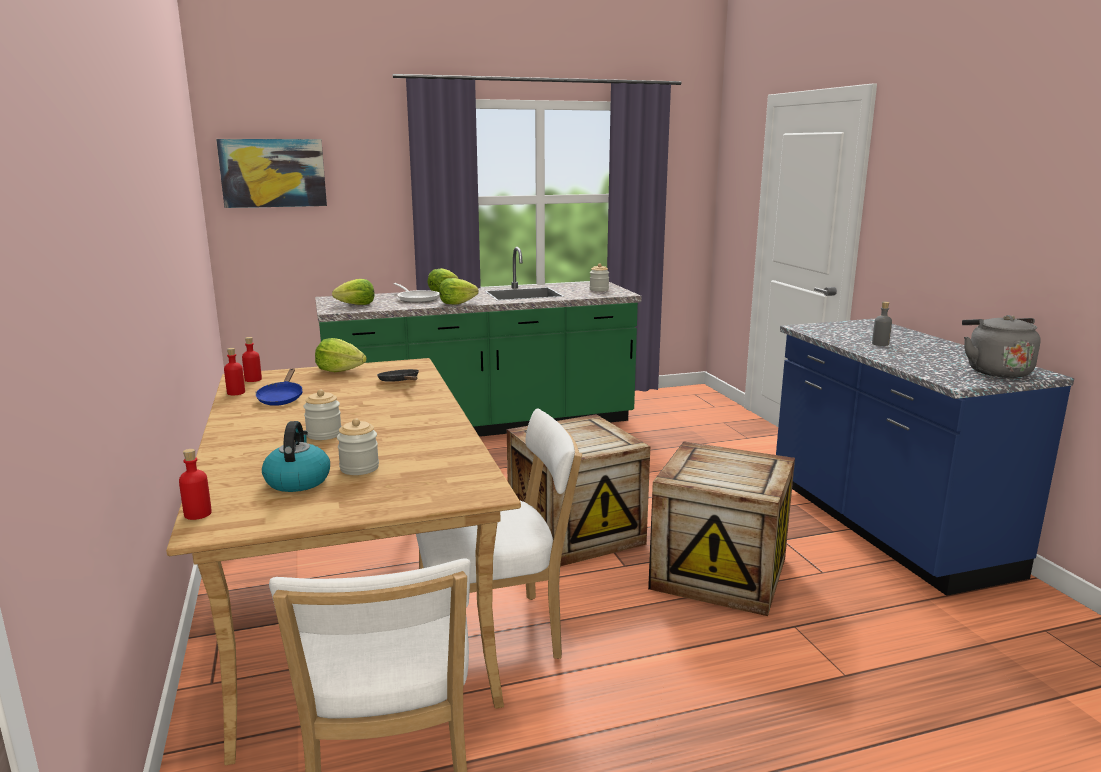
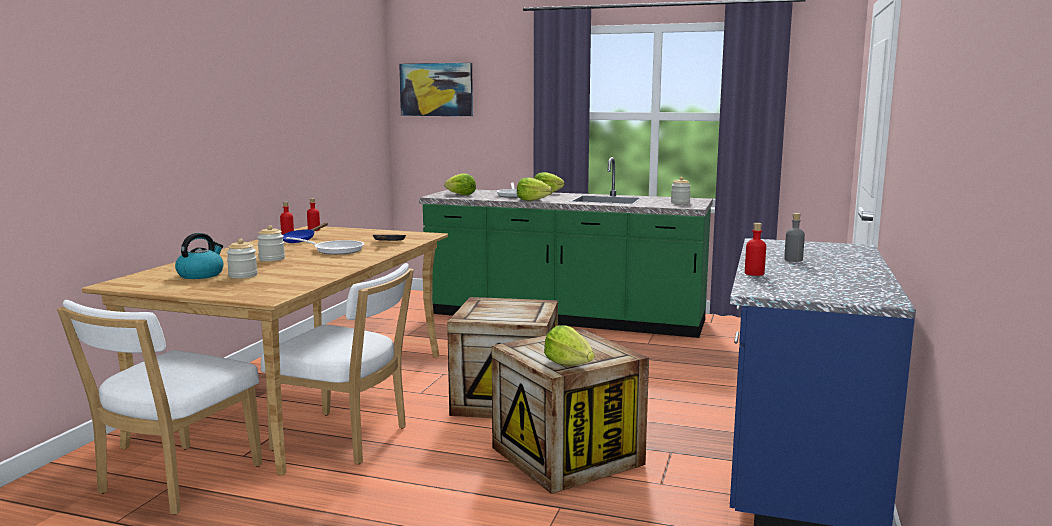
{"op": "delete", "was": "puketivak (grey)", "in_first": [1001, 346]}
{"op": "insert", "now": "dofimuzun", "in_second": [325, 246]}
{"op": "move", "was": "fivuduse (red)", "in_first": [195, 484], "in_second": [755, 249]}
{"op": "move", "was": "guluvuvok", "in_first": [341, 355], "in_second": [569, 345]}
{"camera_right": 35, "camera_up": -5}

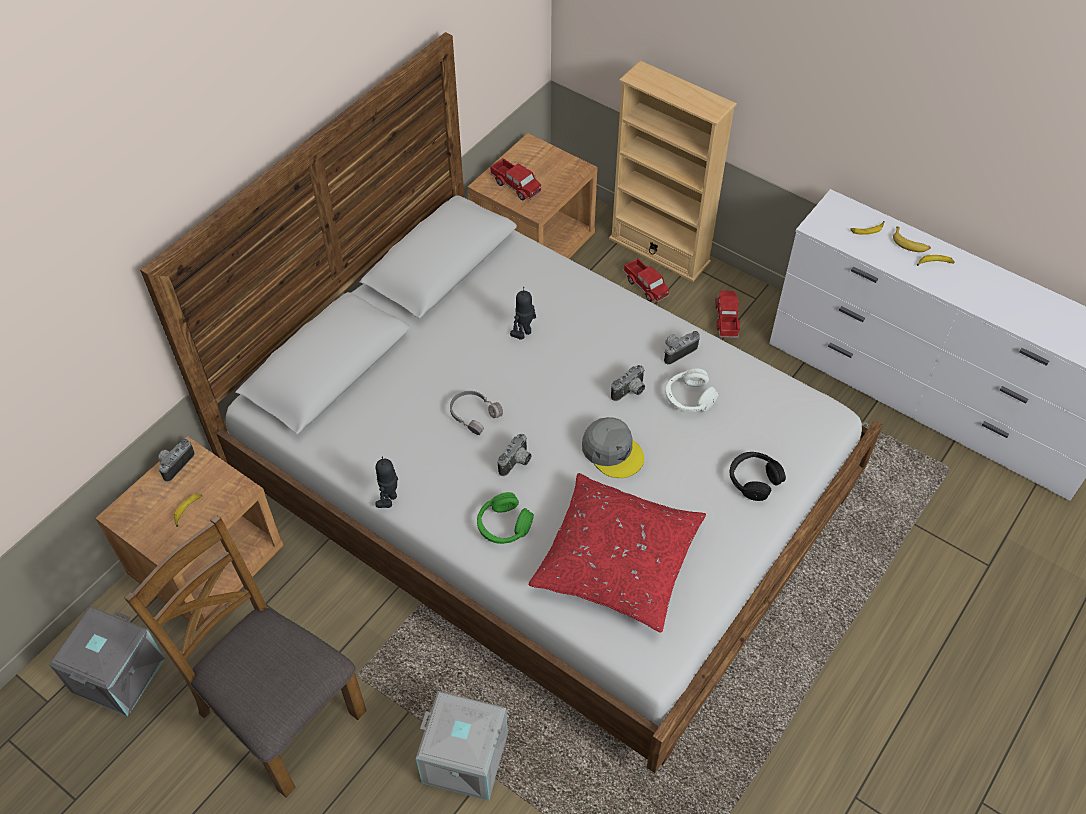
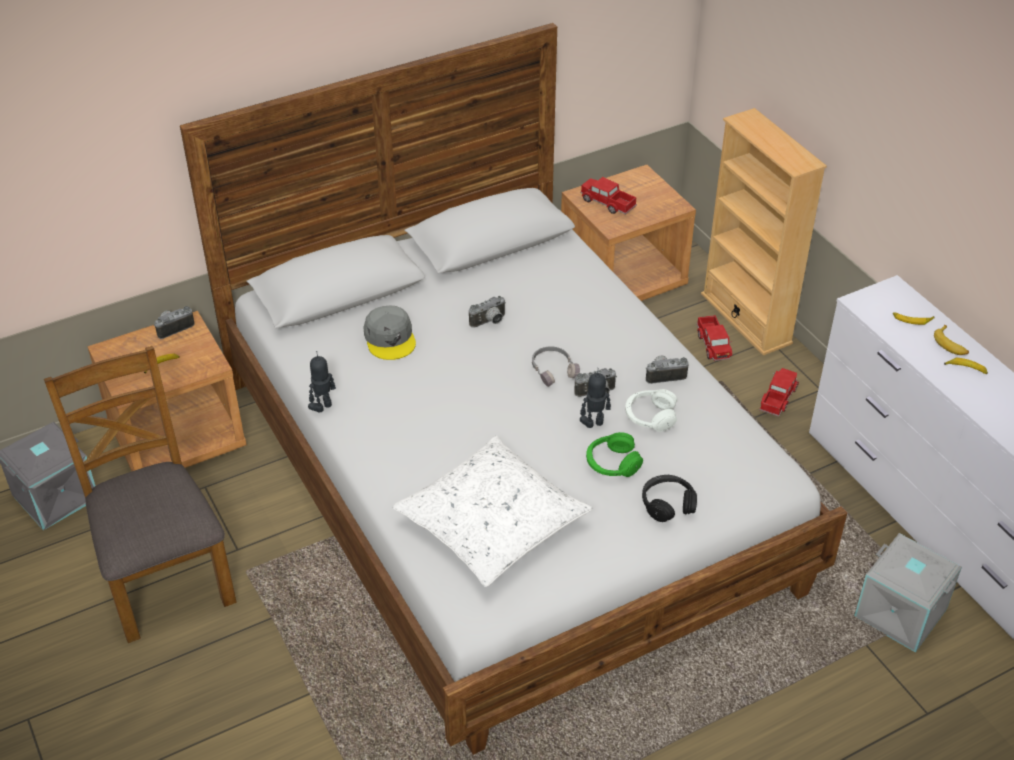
{"op": "move", "was": "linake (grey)", "in_first": [462, 746], "in_second": [908, 593]}
{"op": "move", "was": "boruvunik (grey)", "in_first": [476, 413], "in_second": [556, 366]}
{"op": "move", "was": "boruvunik (green)", "in_first": [505, 518], "in_second": [614, 454]}
{"op": "move", "was": "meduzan", "in_first": [514, 455], "in_second": [487, 312]}
{"op": "move", "was": "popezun", "in_first": [523, 313], "in_second": [595, 398]}
{"op": "move", "was": "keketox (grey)", "in_first": [613, 447], "in_second": [389, 333]}
{"op": "recolor", "was": "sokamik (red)", "now": "sokamik (white)", "in_first": [617, 553], "in_second": [492, 511]}
{"op": "rotate", "was": "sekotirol", "in_first": [516, 179], "in_second": [608, 196], "clockwise": 150}
{"camera_right": 25, "camera_up": -10}

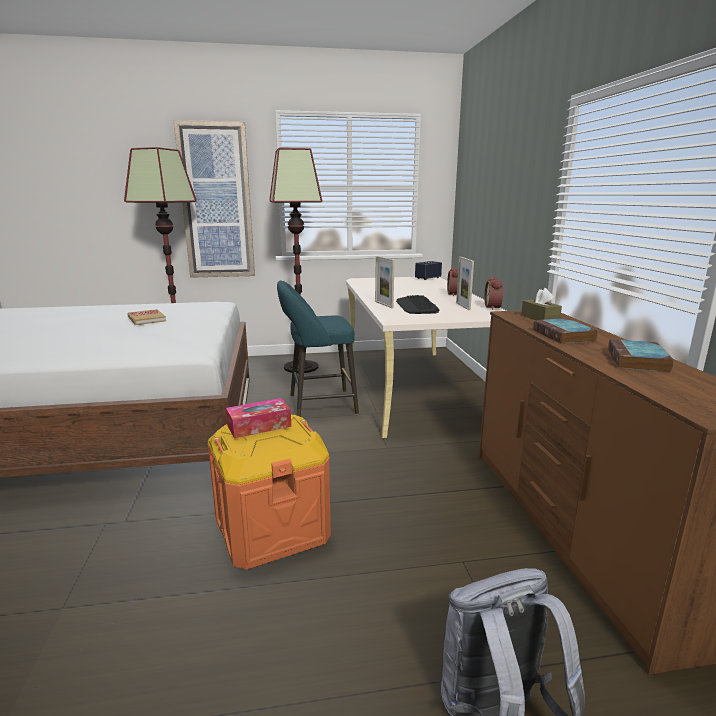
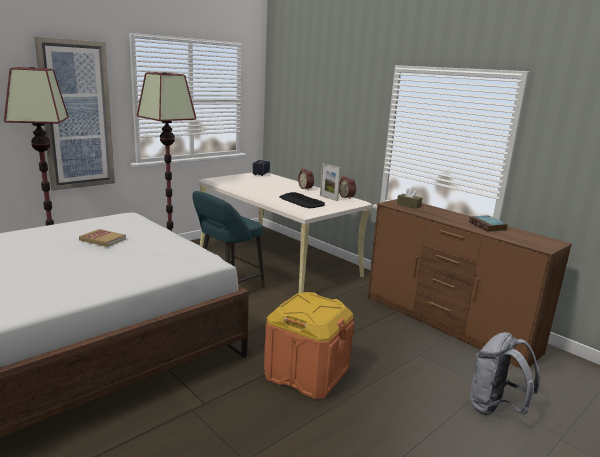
{"op": "delete", "was": "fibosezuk", "in_first": [258, 418]}
{"op": "delete", "was": "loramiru", "in_first": [385, 282]}
{"op": "delete", "was": "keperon", "in_first": [565, 331]}
{"camera_right": -35, "camera_up": 0}

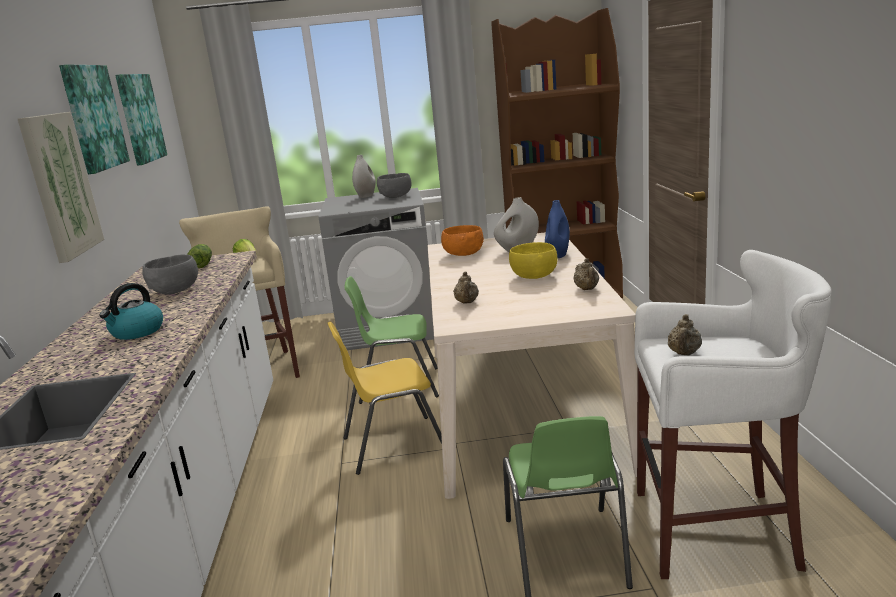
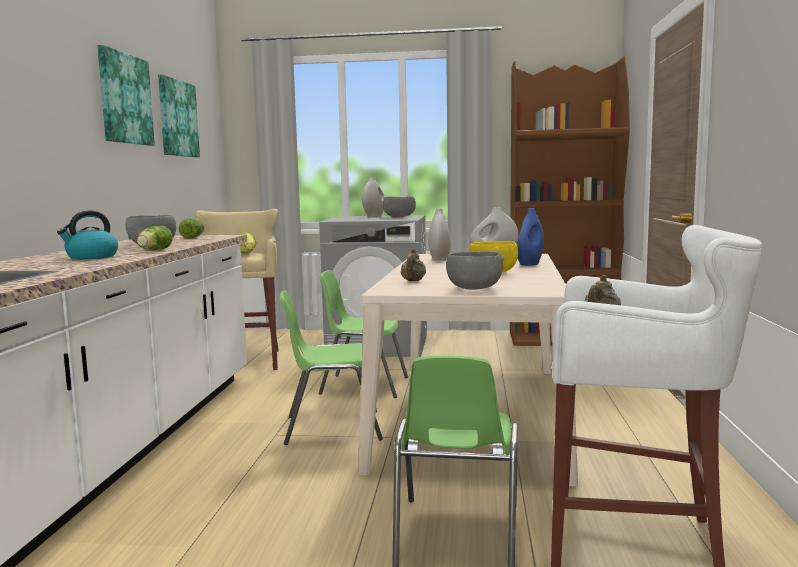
{"op": "delete", "was": "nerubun", "in_first": [61, 187]}
{"op": "delete", "was": "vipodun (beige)", "in_first": [586, 274]}
{"op": "insert", "now": "guluvuvok", "in_second": [155, 238]}
{"op": "insert", "now": "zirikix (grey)", "in_second": [475, 270]}
{"op": "replace", "was": "zirikix (orange)", "now": "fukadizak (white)", "in_first": [462, 240], "in_second": [439, 234]}
{"op": "recolor", "was": "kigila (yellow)", "now": "kigila (green)", "in_first": [384, 398], "in_second": [331, 368]}
{"camera_right": 10, "camera_up": -10}

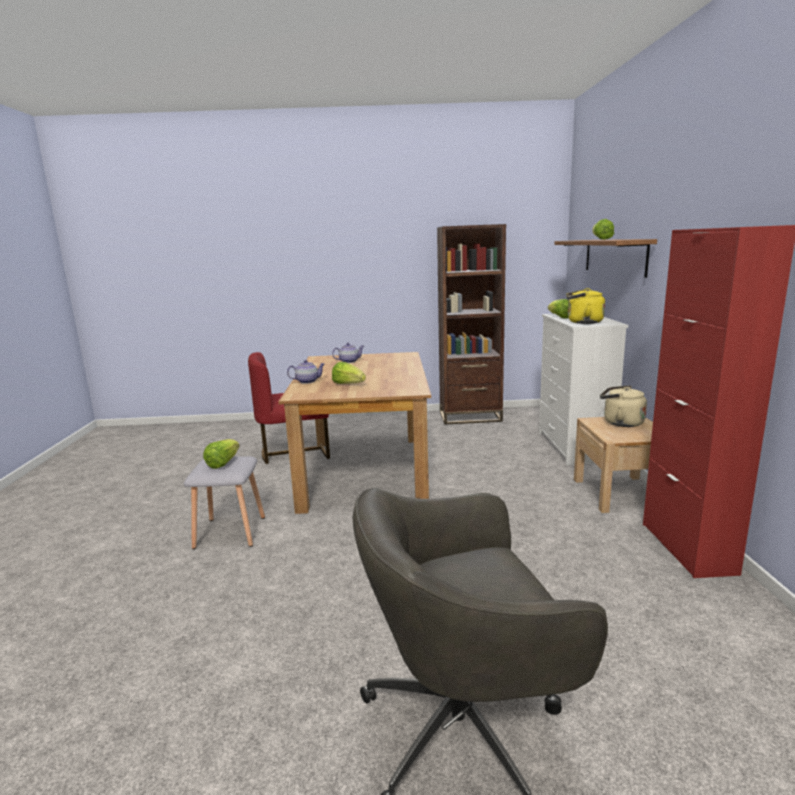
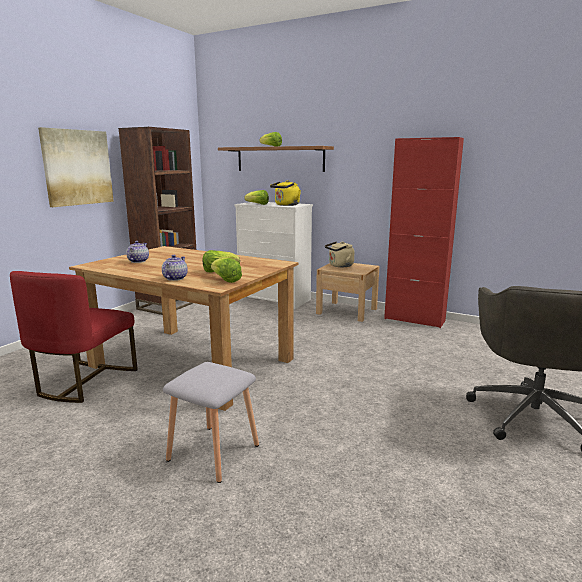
{"op": "insert", "now": "nerubun", "in_second": [76, 167]}
{"op": "move", "was": "guluvuvok", "in_first": [221, 454], "in_second": [226, 270]}
{"camera_right": -60, "camera_up": 0}

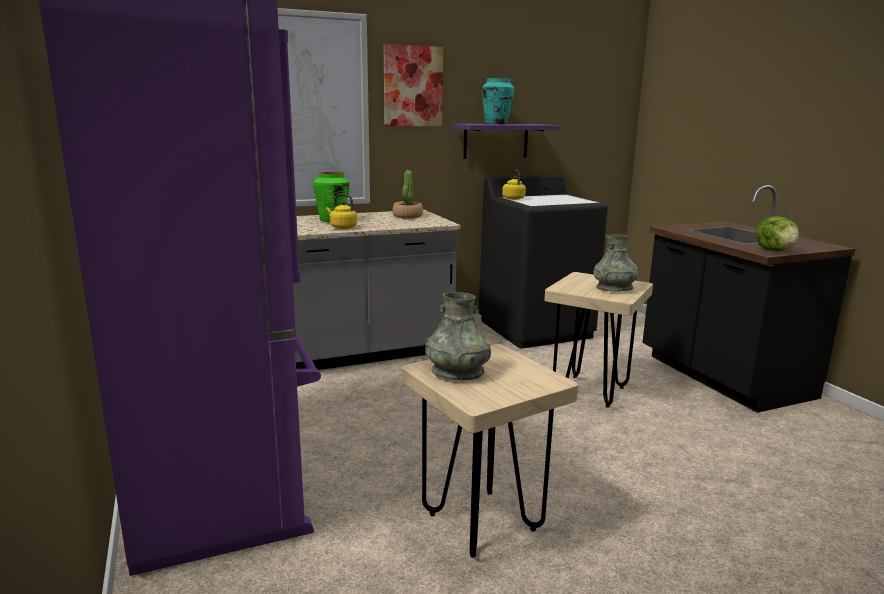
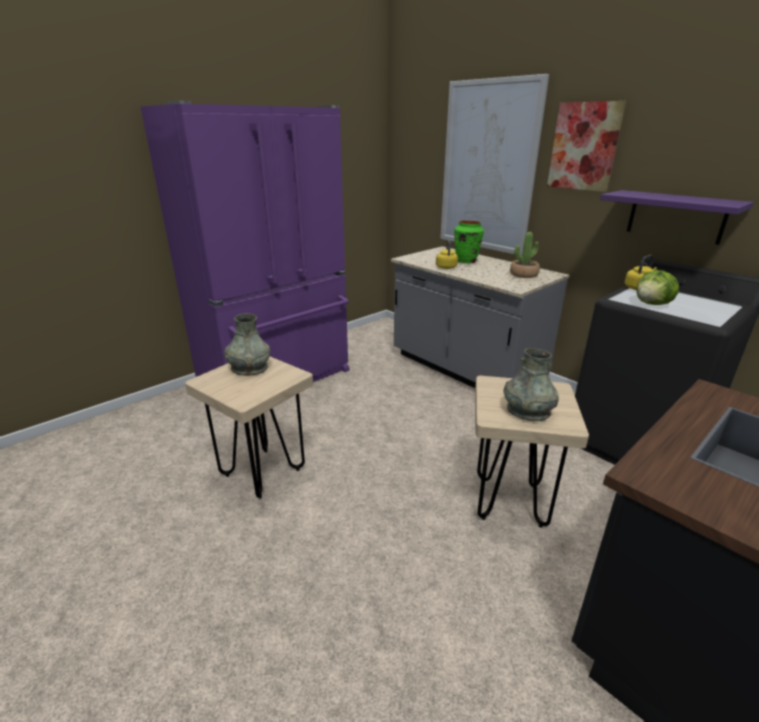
{"op": "delete", "was": "fukadizak (turquoise)", "in_first": [498, 101]}
{"op": "move", "was": "guluvuvok", "in_first": [777, 233], "in_second": [657, 287]}
{"camera_right": 70, "camera_up": 10}

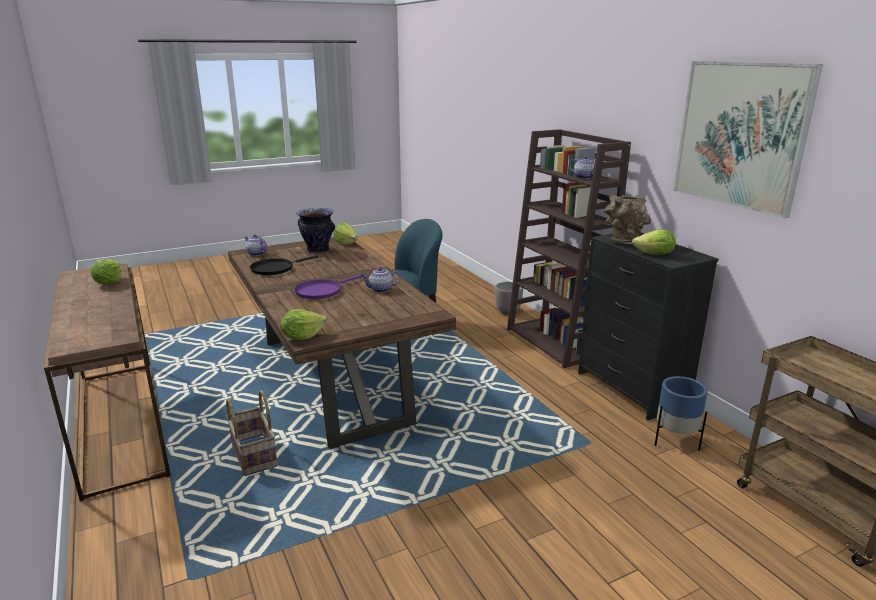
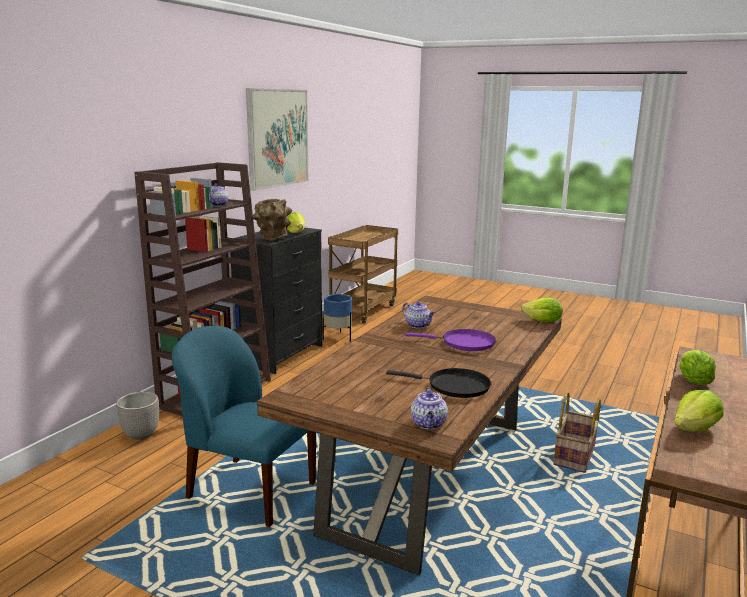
{"op": "delete", "was": "fukadizak", "in_first": [315, 230]}
{"op": "move", "was": "guluvuvok", "in_first": [346, 234], "in_second": [697, 367]}
{"camera_right": -125, "camera_up": -5}

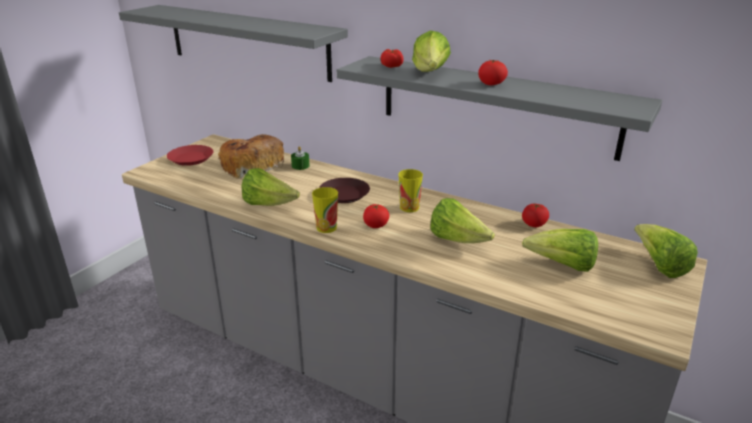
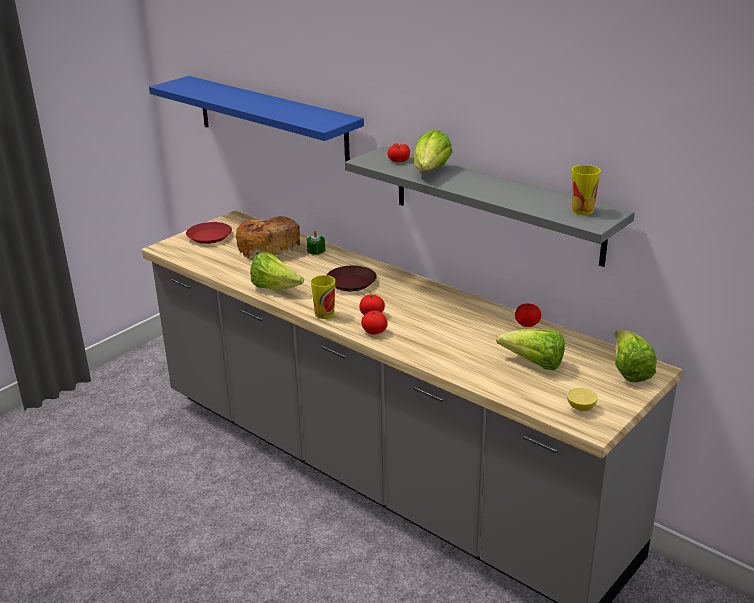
{"op": "delete", "was": "guluvuvok", "in_first": [463, 220]}
{"op": "insert", "now": "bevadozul", "in_second": [582, 399]}
{"op": "move", "was": "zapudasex", "in_first": [410, 190], "in_second": [586, 190]}
{"op": "move", "was": "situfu", "in_first": [493, 72], "in_second": [374, 323]}
{"op": "recolor", "was": "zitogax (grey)", "now": "zitogax (blue)", "in_first": [233, 43], "in_second": [256, 119]}
{"camera_right": 10, "camera_up": 0}

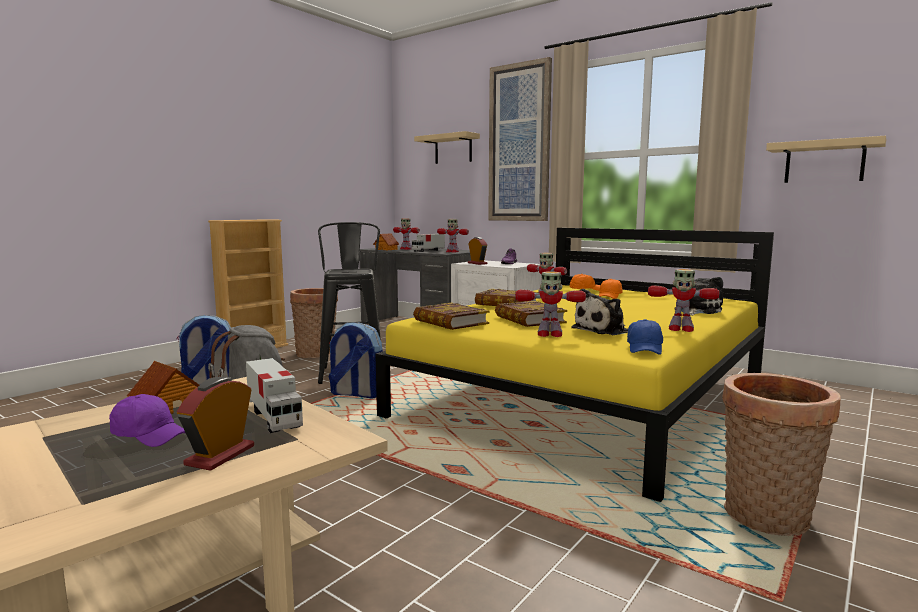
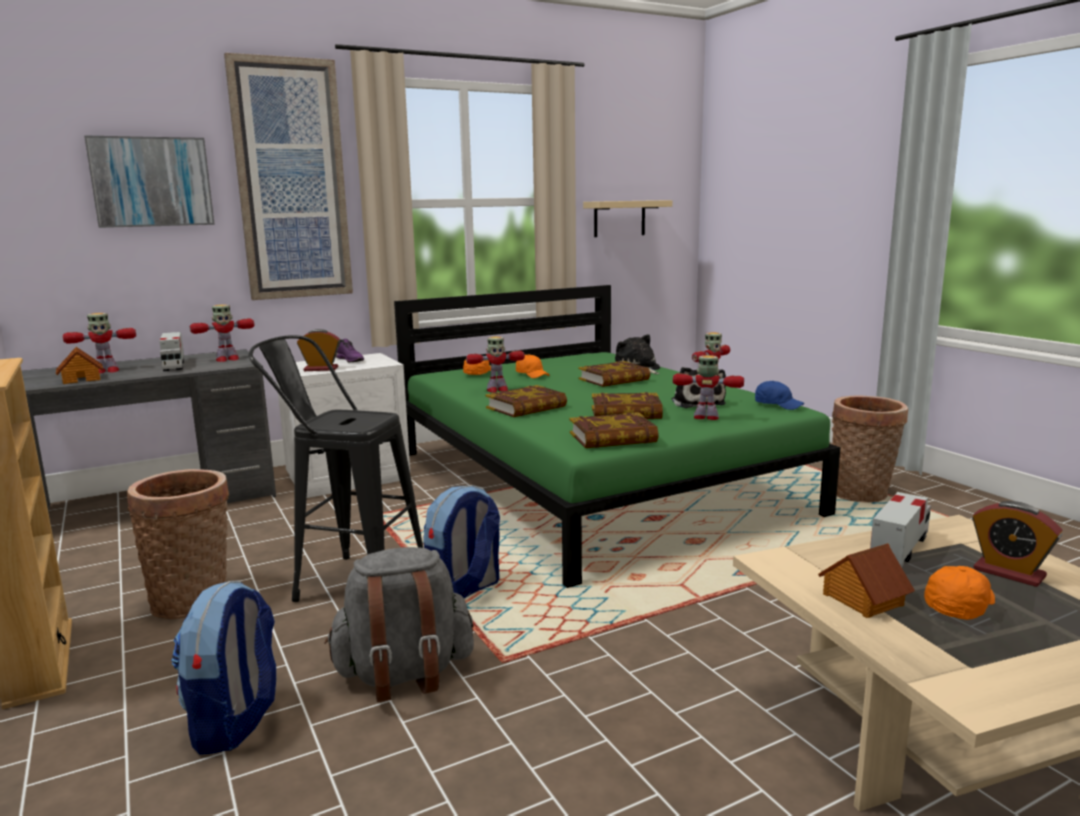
{"op": "insert", "now": "keperon", "in_second": [614, 374]}
{"op": "replace", "was": "zitogax (beige)", "now": "nerubun", "in_first": [447, 147], "in_second": [149, 181]}
{"op": "recolor", "was": "keketox (purple)", "now": "keketox (orange)", "in_first": [147, 420], "in_second": [959, 593]}
{"op": "recolor", "was": "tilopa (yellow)", "now": "tilopa (green)", "in_first": [574, 365], "in_second": [617, 436]}
{"op": "rotate", "was": "sekotirol", "in_first": [274, 395], "in_second": [900, 529], "clockwise": -45}
{"op": "rotate", "was": "popezun", "in_first": [550, 304], "in_second": [708, 387], "clockwise": -105}
{"camera_right": -65, "camera_up": 5}

